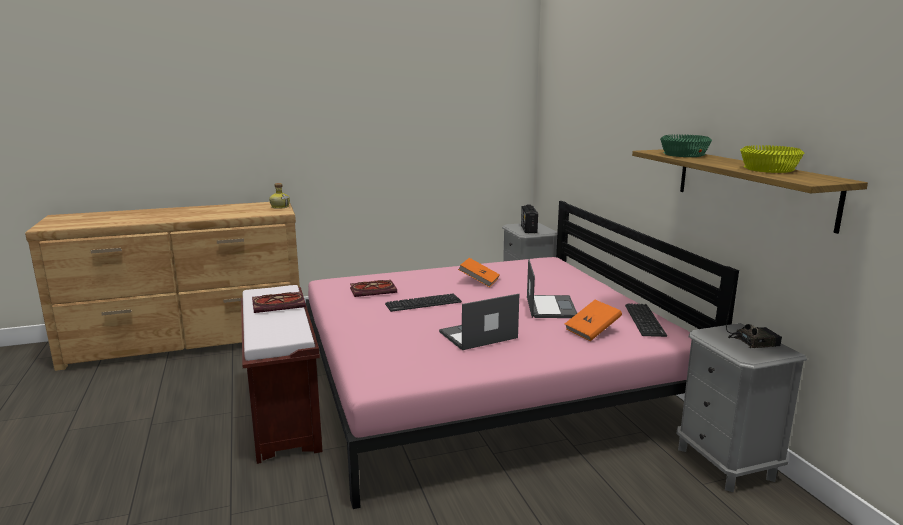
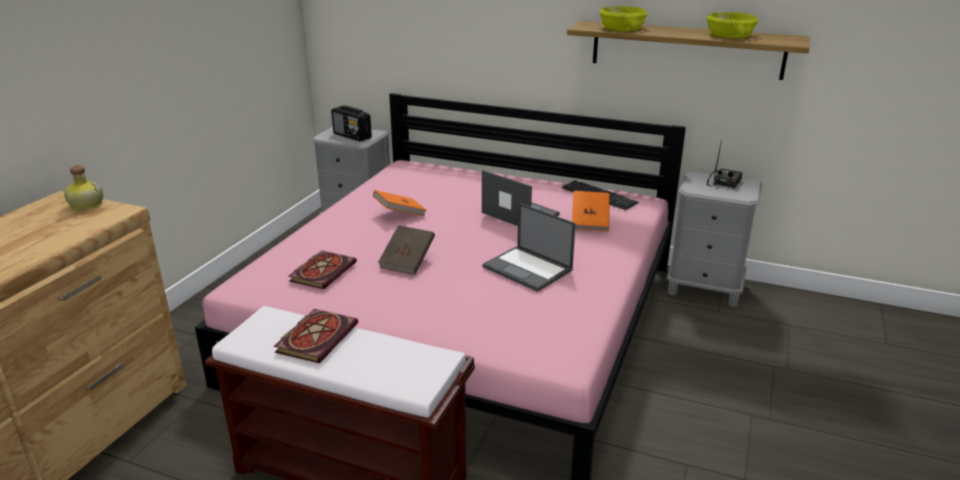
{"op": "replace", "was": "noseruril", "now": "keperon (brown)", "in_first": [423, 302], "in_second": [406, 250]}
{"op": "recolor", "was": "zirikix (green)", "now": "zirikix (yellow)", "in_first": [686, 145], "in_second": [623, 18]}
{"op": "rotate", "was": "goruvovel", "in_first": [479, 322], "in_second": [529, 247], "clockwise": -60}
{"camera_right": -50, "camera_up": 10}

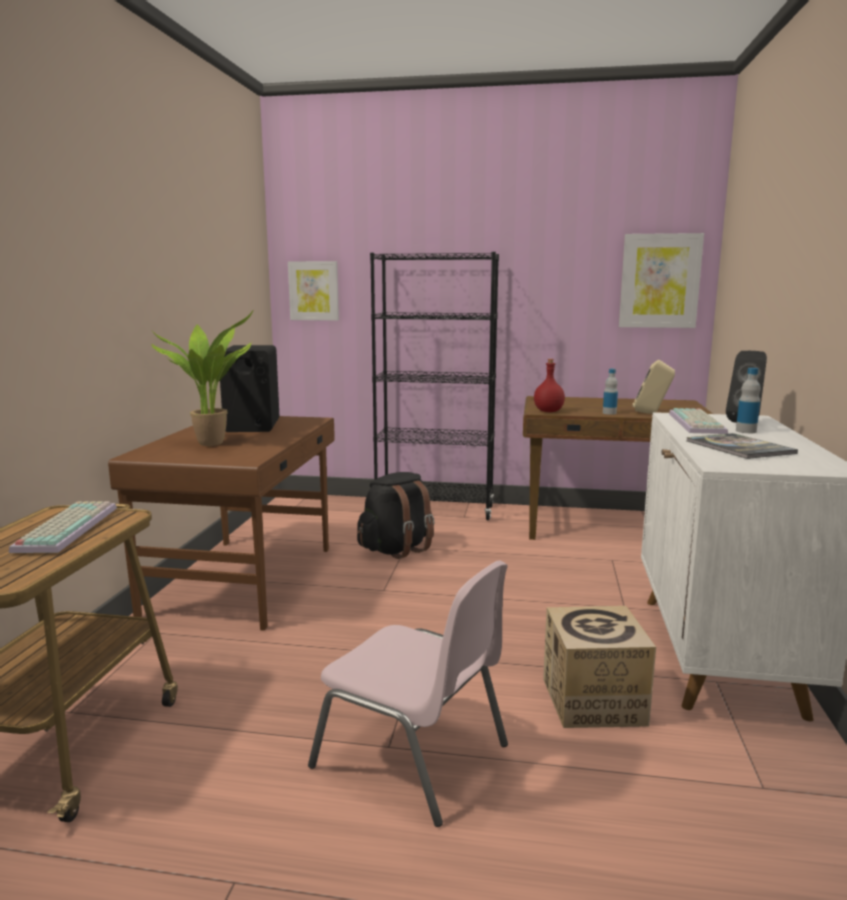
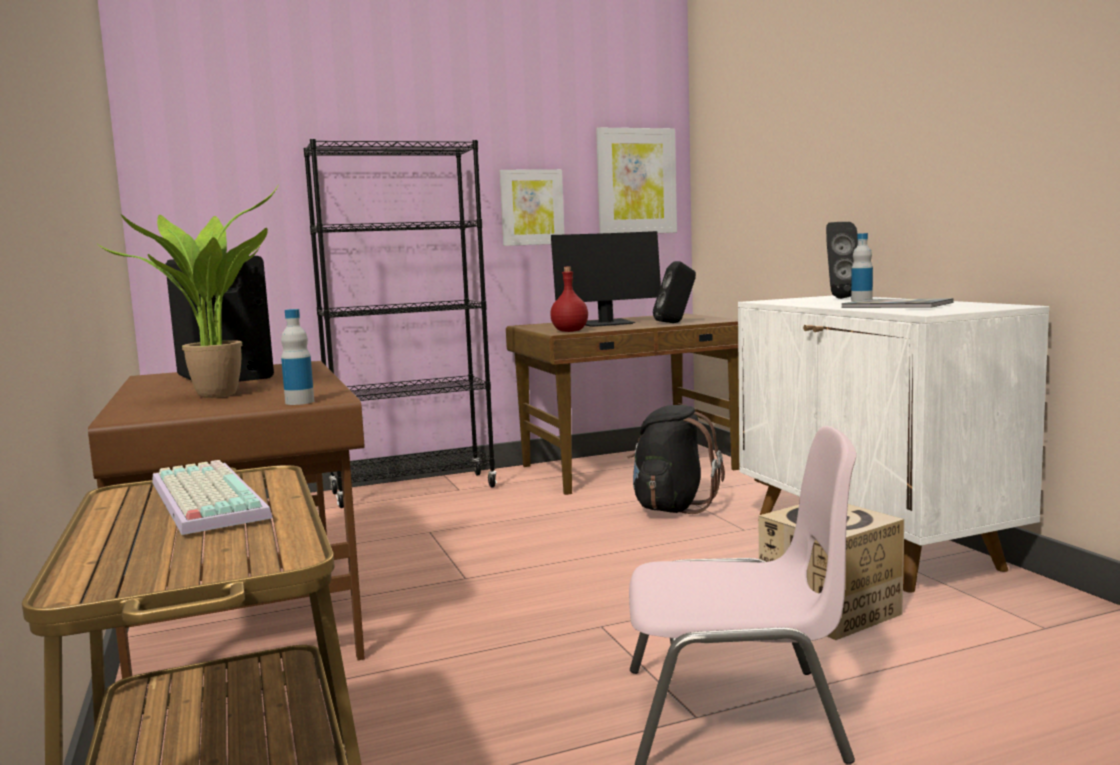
{"op": "delete", "was": "noseruril", "in_first": [698, 421]}
{"op": "insert", "now": "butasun", "in_second": [606, 279]}
{"op": "move", "was": "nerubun", "in_first": [313, 291], "in_second": [532, 207]}
{"op": "move", "was": "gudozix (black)", "in_first": [396, 515], "in_second": [676, 459]}
{"op": "move", "was": "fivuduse", "in_first": [610, 392], "in_second": [297, 357]}
{"op": "recolor", "was": "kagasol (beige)", "now": "kagasol (black)", "in_first": [654, 387], "in_second": [674, 292]}
{"camera_right": -30, "camera_up": -5}

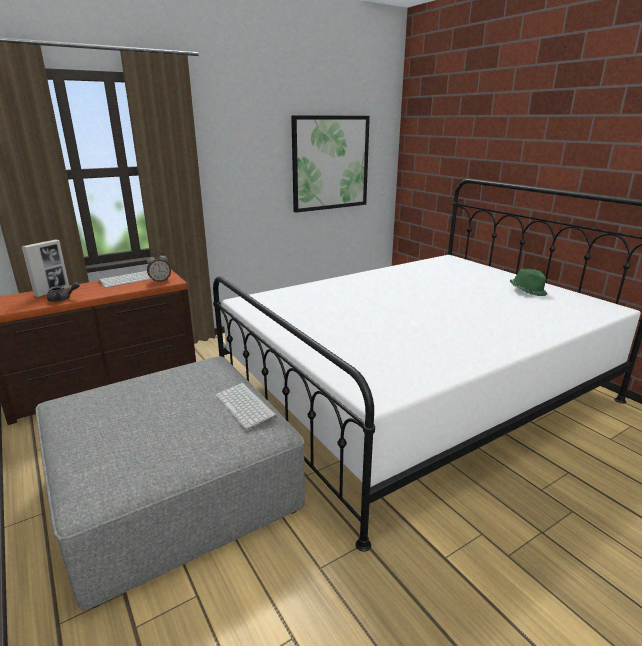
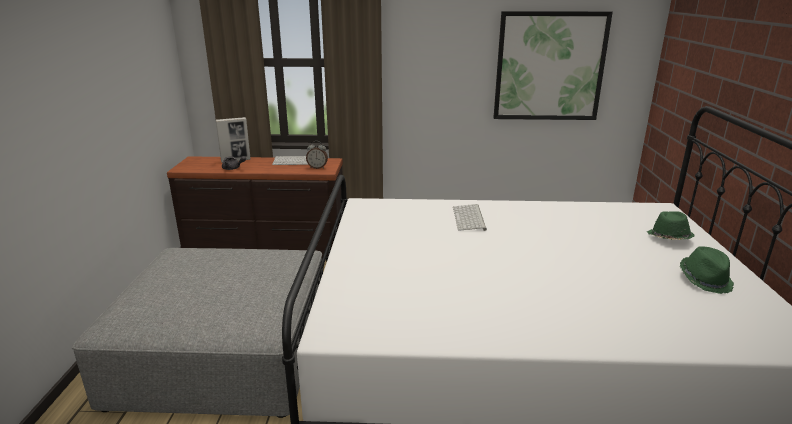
{"op": "insert", "now": "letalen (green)", "in_second": [670, 225]}
{"op": "move", "was": "noseruril", "in_first": [246, 406], "in_second": [470, 217]}
{"camera_right": 35, "camera_up": 0}

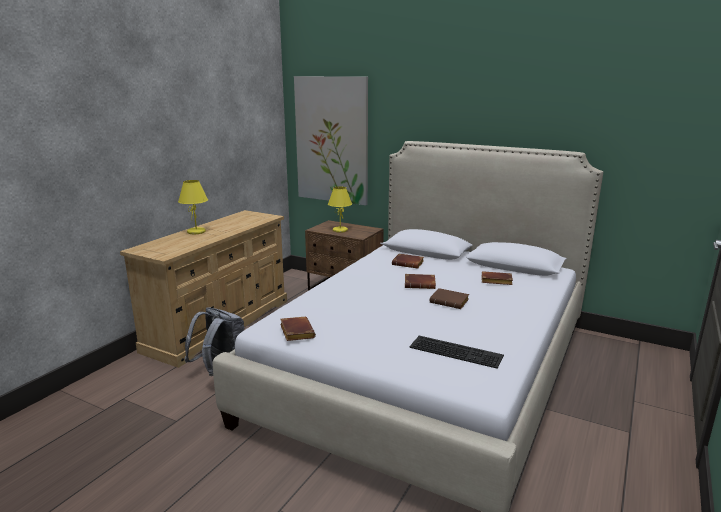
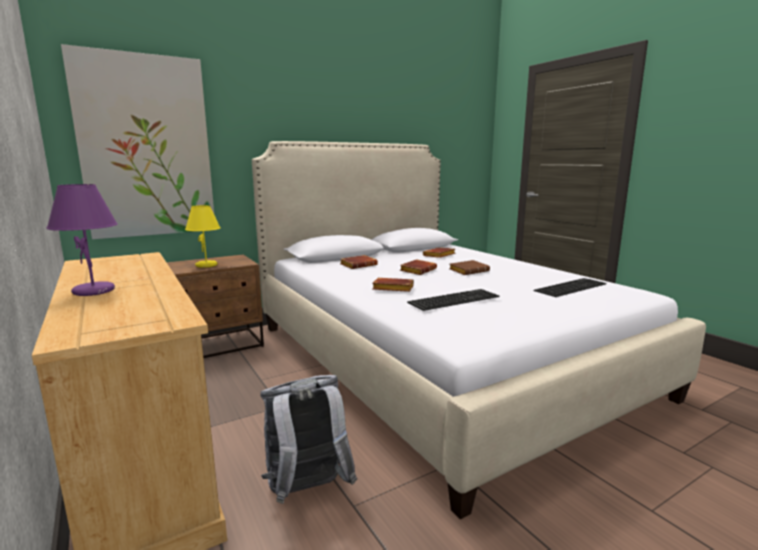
{"op": "insert", "now": "noseruril", "in_second": [453, 300]}
{"op": "move", "was": "keperon (brown)", "in_first": [298, 329], "in_second": [393, 285]}
{"op": "recolor", "was": "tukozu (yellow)", "now": "tukozu (purple)", "in_first": [193, 207], "in_second": [82, 240]}
{"camera_right": -60, "camera_up": -5}

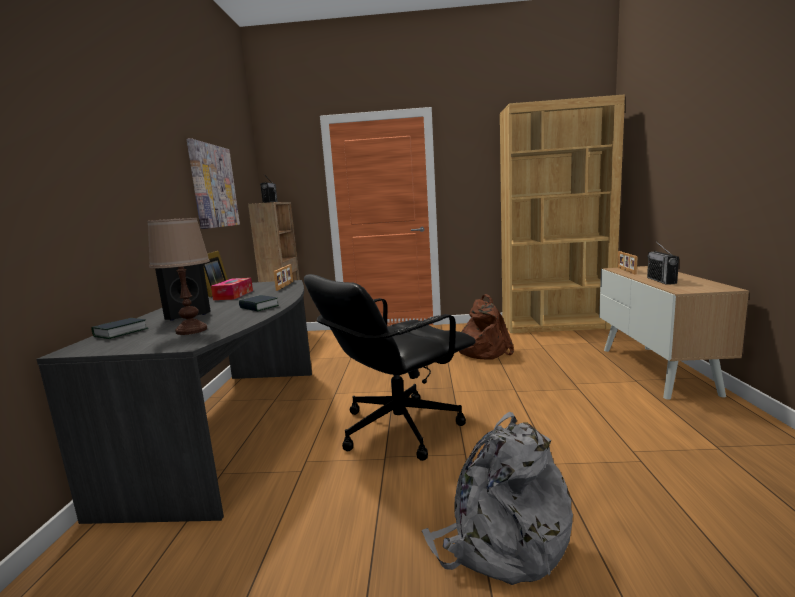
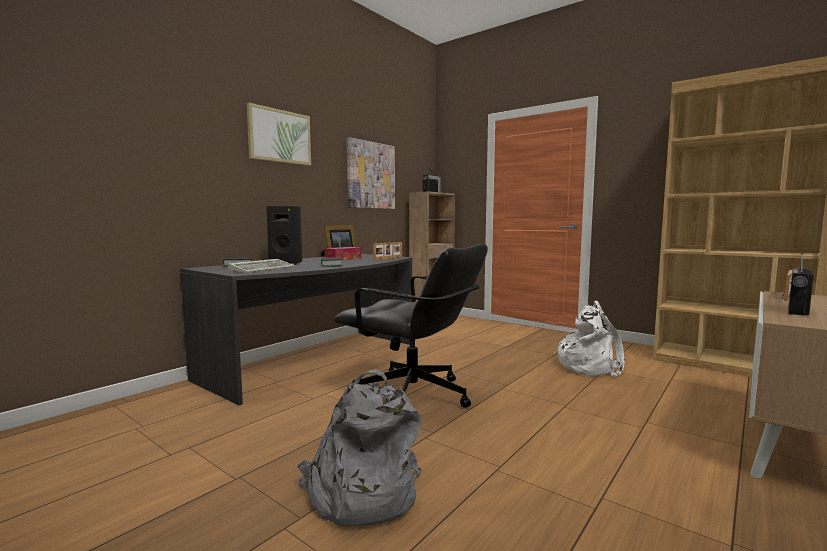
{"op": "insert", "now": "nerubun", "in_second": [279, 134]}
{"op": "replace", "was": "tukozu (brown)", "now": "noseruril", "in_first": [178, 276], "in_second": [261, 266]}
{"op": "recolor", "was": "gudozix (brown)", "now": "gudozix (white)", "in_first": [486, 327], "in_second": [589, 339]}
{"op": "rotate", "was": "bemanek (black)", "in_first": [390, 367], "in_second": [411, 326], "clockwise": -150}
{"camera_right": 35, "camera_up": -5}

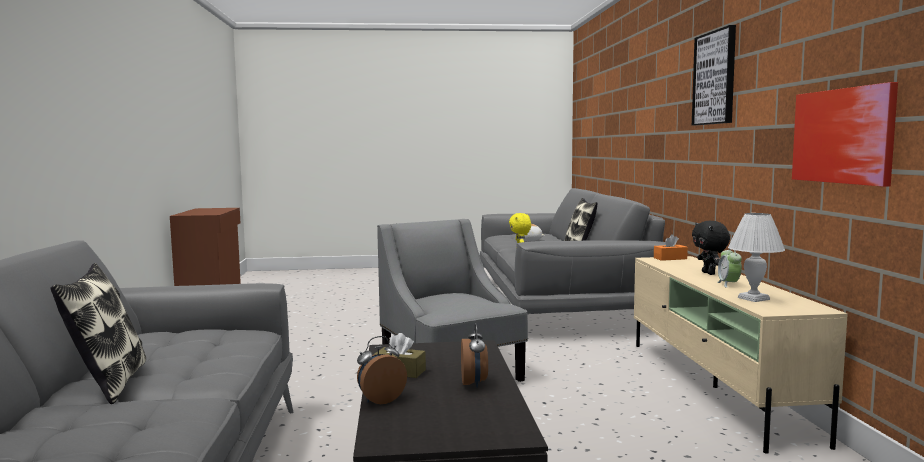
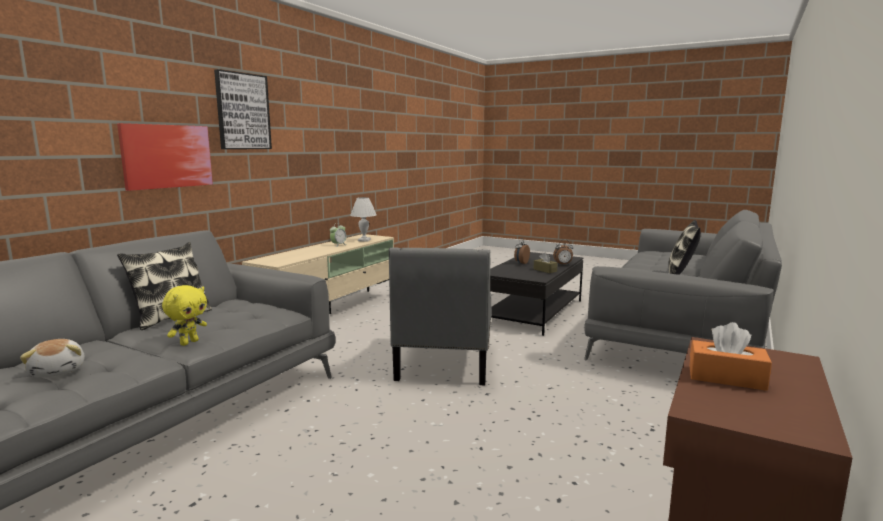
{"op": "delete", "was": "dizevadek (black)", "in_first": [711, 248]}
{"op": "move", "was": "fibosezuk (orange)", "in_first": [671, 247], "in_second": [731, 356]}
{"op": "move", "was": "nerubun", "in_first": [845, 134], "in_second": [165, 157]}
{"camera_right": -145, "camera_up": 5}

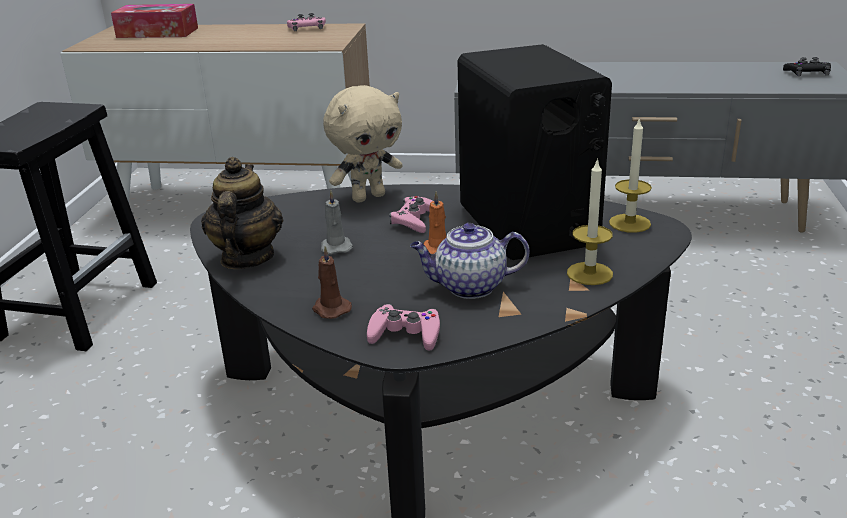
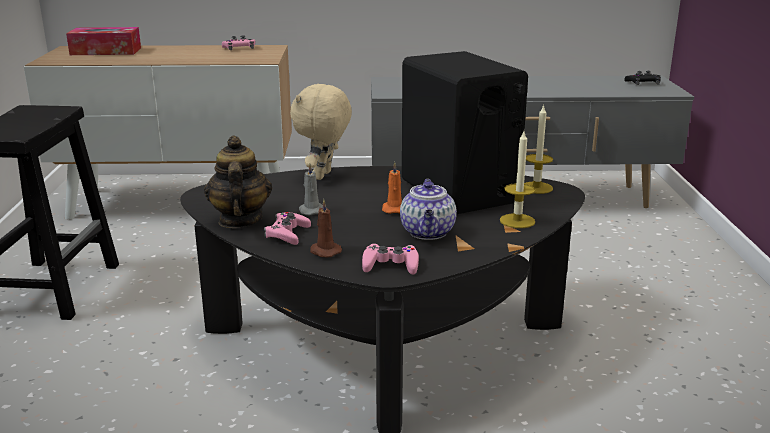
{"op": "move", "was": "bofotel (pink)", "in_first": [411, 214], "in_second": [287, 228]}
{"op": "rotate", "was": "dizevadek (beige)", "in_first": [362, 144], "in_second": [321, 131], "clockwise": 150}
{"op": "rotate", "was": "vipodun", "in_first": [470, 261], "in_second": [428, 209], "clockwise": -75}
{"camera_right": -10, "camera_up": -5}

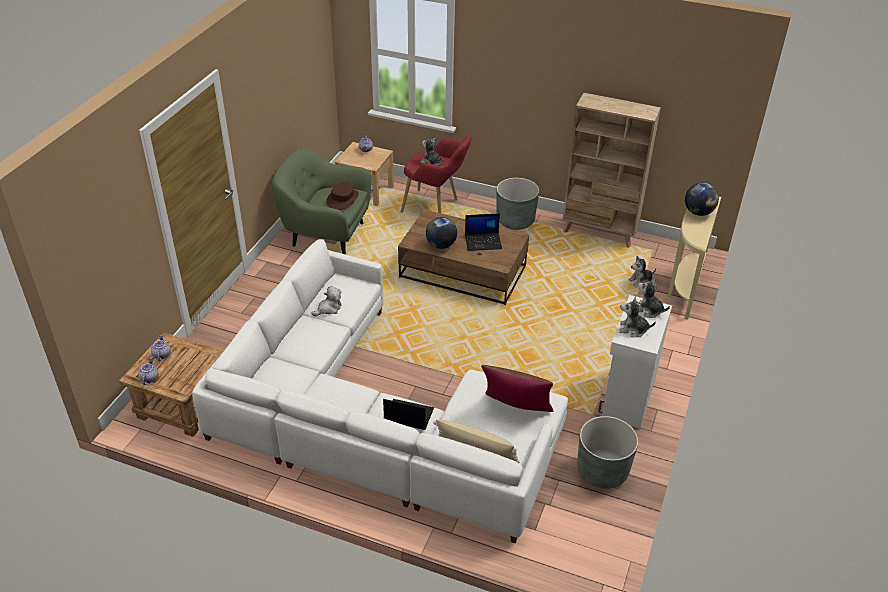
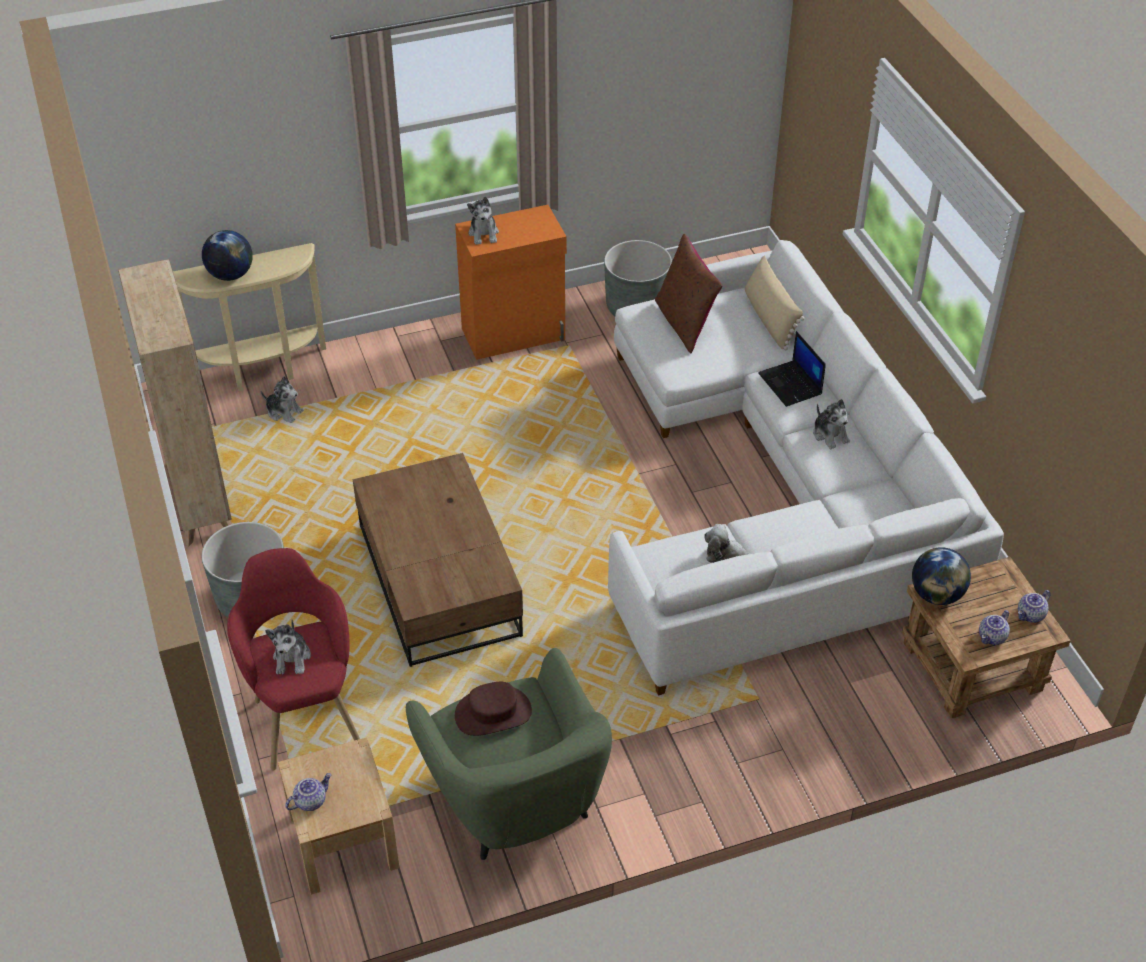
{"op": "delete", "was": "goruvovel", "in_first": [483, 232]}
{"op": "move", "was": "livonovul", "in_first": [441, 233], "in_second": [941, 576]}
{"op": "move", "was": "dizevadek", "in_first": [637, 317], "in_second": [831, 424]}
{"op": "recolor", "was": "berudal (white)", "now": "berudal (orange)", "in_first": [635, 361], "in_second": [511, 282]}
{"camera_right": -130, "camera_up": 5}

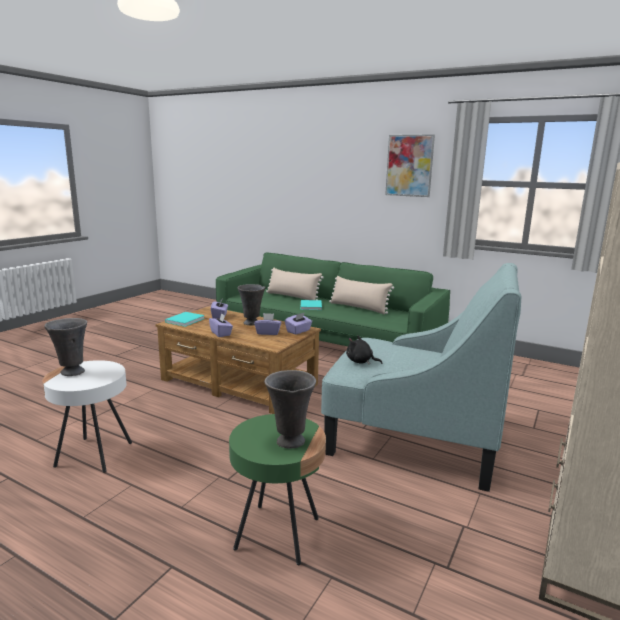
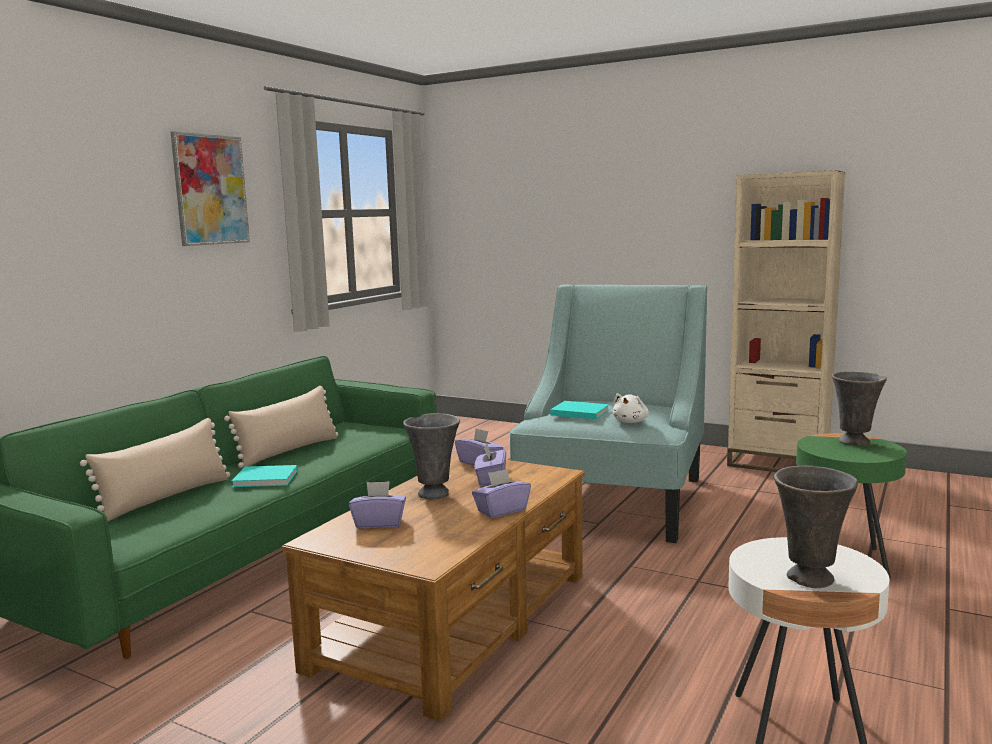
{"op": "move", "was": "keperon (turquoise)", "in_first": [185, 319], "in_second": [579, 410]}
{"op": "recolor", "was": "dizevadek (black)", "now": "dizevadek (white)", "in_first": [364, 349], "in_second": [631, 408]}
{"camera_right": -90, "camera_up": -5}

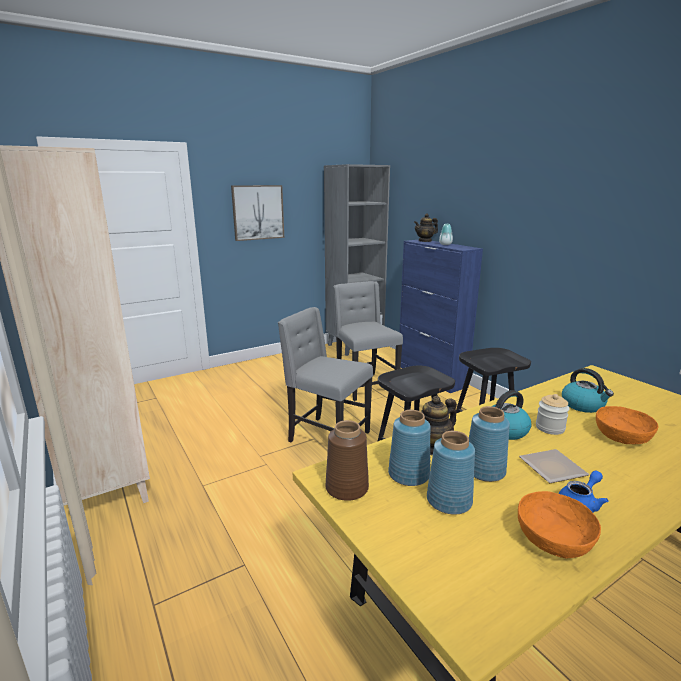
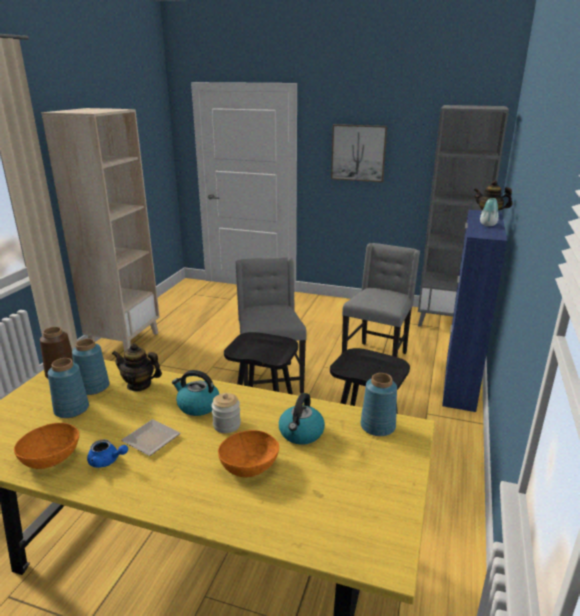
{"op": "move", "was": "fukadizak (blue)", "in_first": [489, 444], "in_second": [378, 404]}
{"camera_right": 50, "camera_up": 5}

